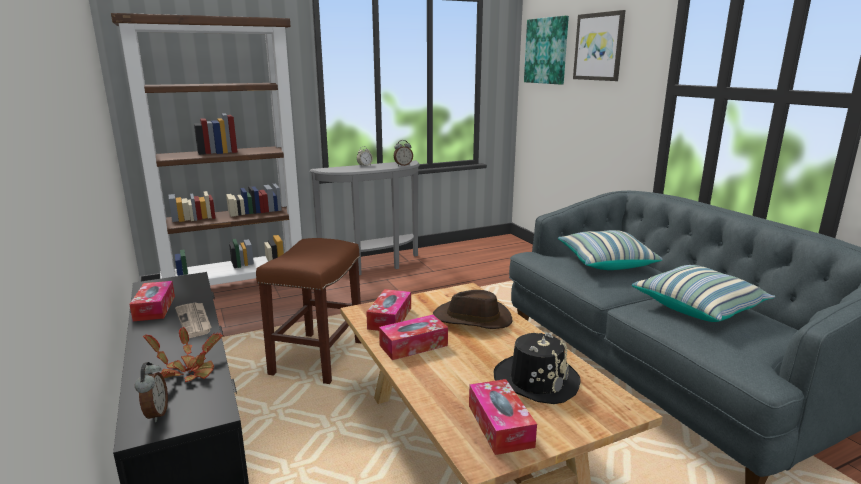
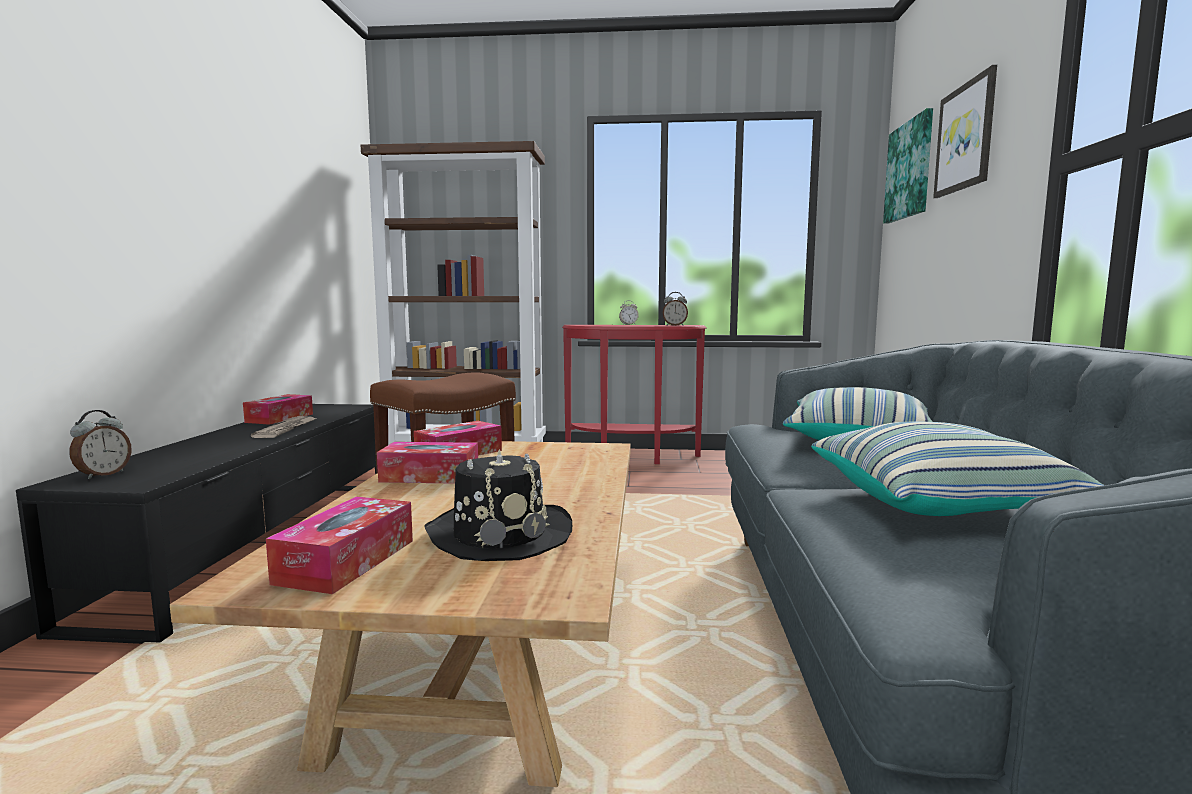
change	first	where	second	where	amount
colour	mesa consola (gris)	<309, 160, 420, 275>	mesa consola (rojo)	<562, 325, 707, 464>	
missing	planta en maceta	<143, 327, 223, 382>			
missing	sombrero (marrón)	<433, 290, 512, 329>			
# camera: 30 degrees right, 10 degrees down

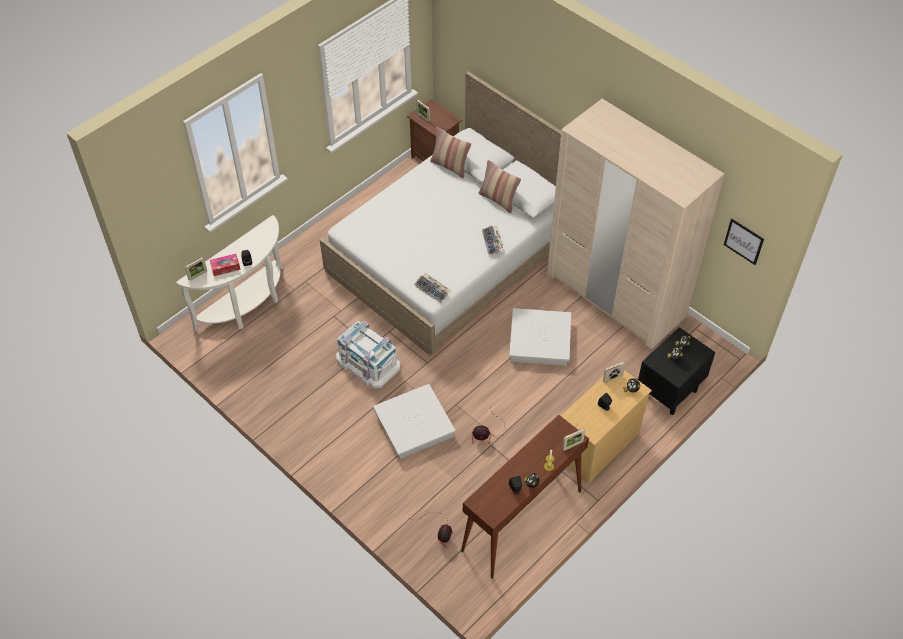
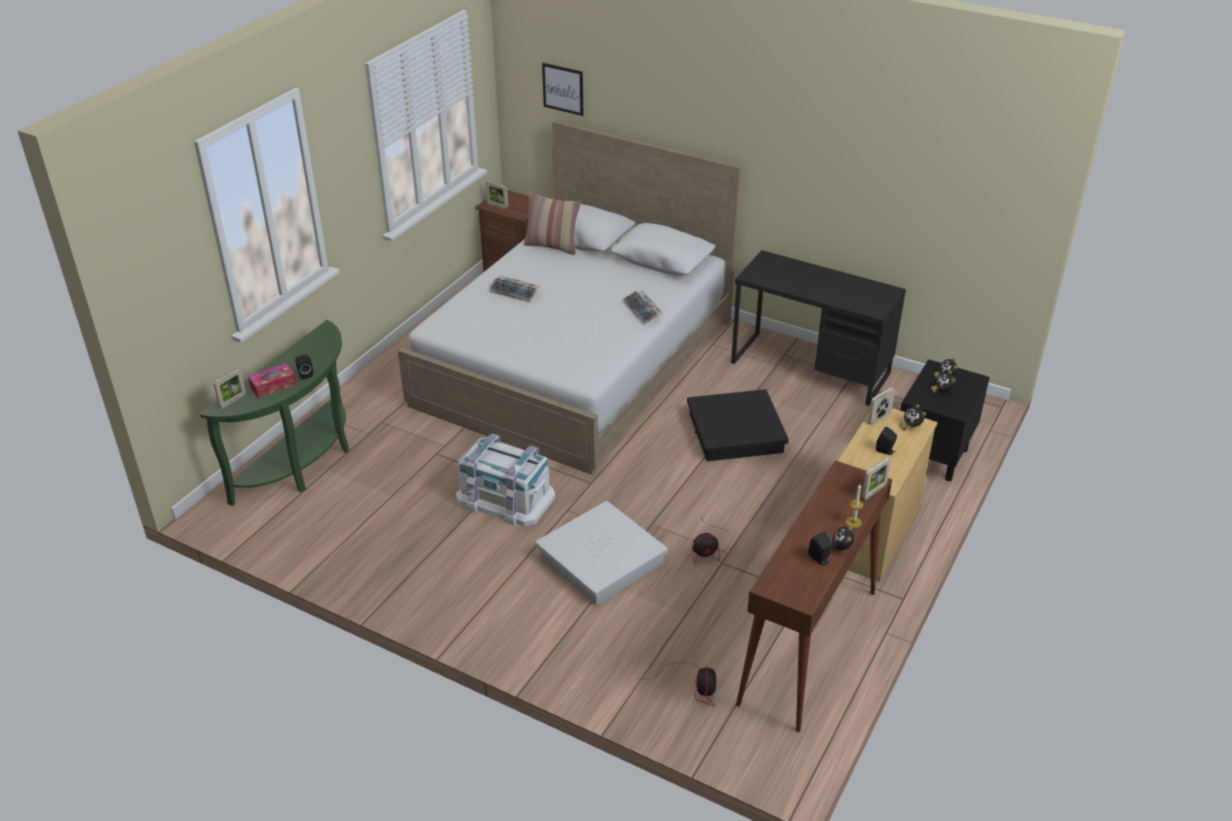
change	first	where	second	where	amount
colour	mesa consola (blanco)	<176, 215, 283, 331>	mesa consola (verde)	<200, 320, 349, 506>	
relocated	teclado	<415, 273, 451, 303>		<489, 275, 539, 303>	
relocated	cuadro	<724, 219, 764, 265>		<542, 63, 583, 116>	
colour	caja de almacenaje (blanco)	<509, 308, 571, 366>	caja de almacenaje (negro)	<687, 389, 789, 461>	
exchanged	armario ropero (beis)	<547, 99, 725, 349>	escritorio (negro)	<731, 250, 906, 406>	
missing	cojín	<479, 160, 521, 213>			
# camera: 15 degrees left, 15 degrees down

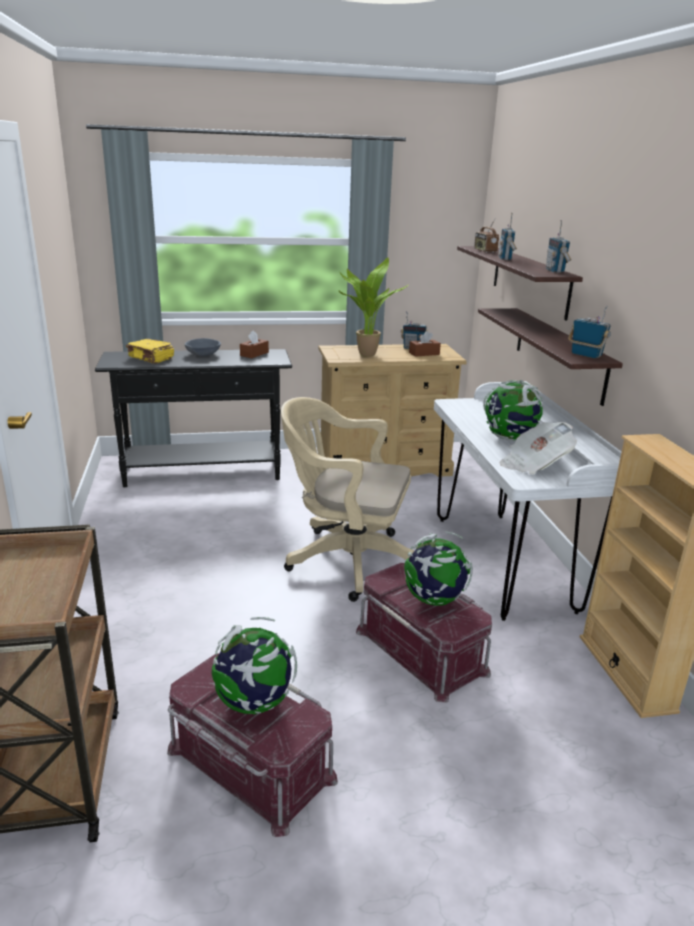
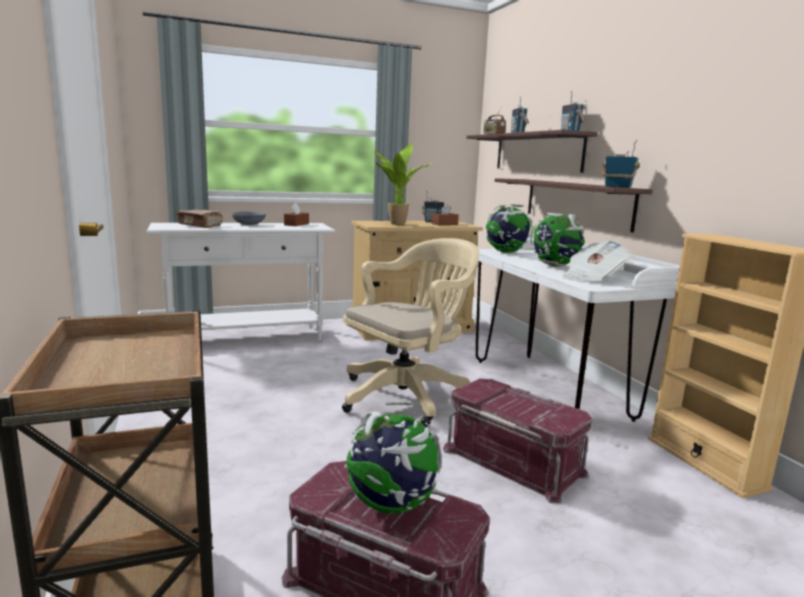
change	first	where	second	where	amount
colour	mesa consola (negro)	<95, 349, 292, 487>	mesa consola (blanco)	<147, 223, 335, 341>	
colour	libro (amarillo)	<126, 339, 174, 364>	libro (marrón)	<176, 210, 223, 228>	
spun	silla de oficina (beis)	<281, 397, 415, 602>		<342, 238, 479, 427>	135 degrees clockwise
relocated	globo terráqueo	<404, 531, 473, 606>		<486, 204, 533, 253>	
# camera: 10 degrees left, 10 degrees down

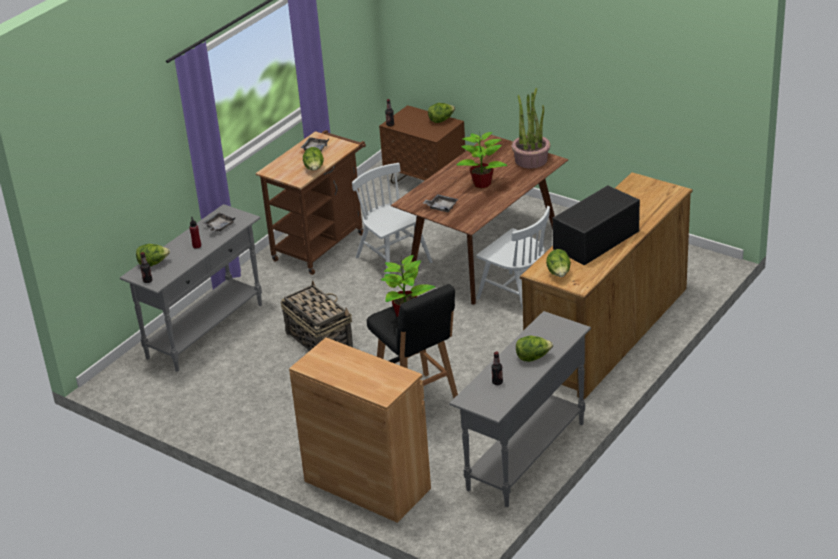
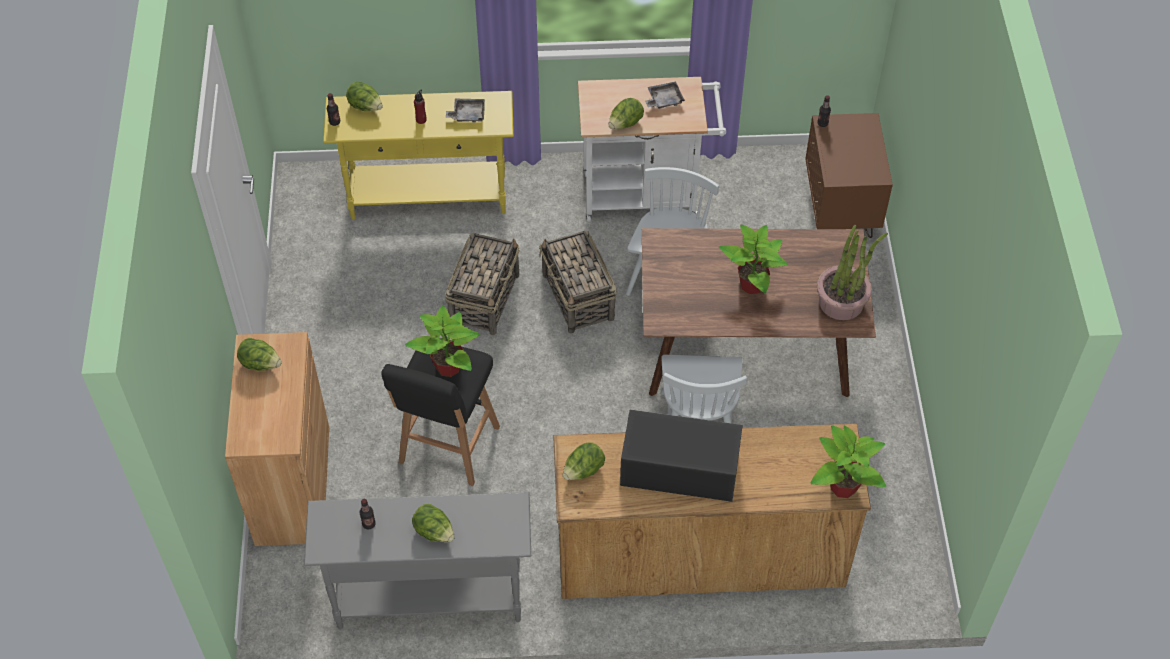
change	first	where	second	where	amount
relocated	lechuga	<428, 103, 455, 123>		<237, 338, 282, 371>	
colour	mesa consola (gris)	<120, 204, 262, 372>	mesa consola (amarillo)	<323, 91, 514, 220>	
appeared			cesta	<539, 231, 617, 334>	
colour	carrito (marrón)	<256, 130, 366, 275>	carrito (blanco)	<578, 77, 726, 222>	
appeared			planta en maceta	<811, 425, 886, 498>	
missing	bandeja (gris)	<423, 194, 458, 212>			
# camera: 50 degrees right, 20 degrees up

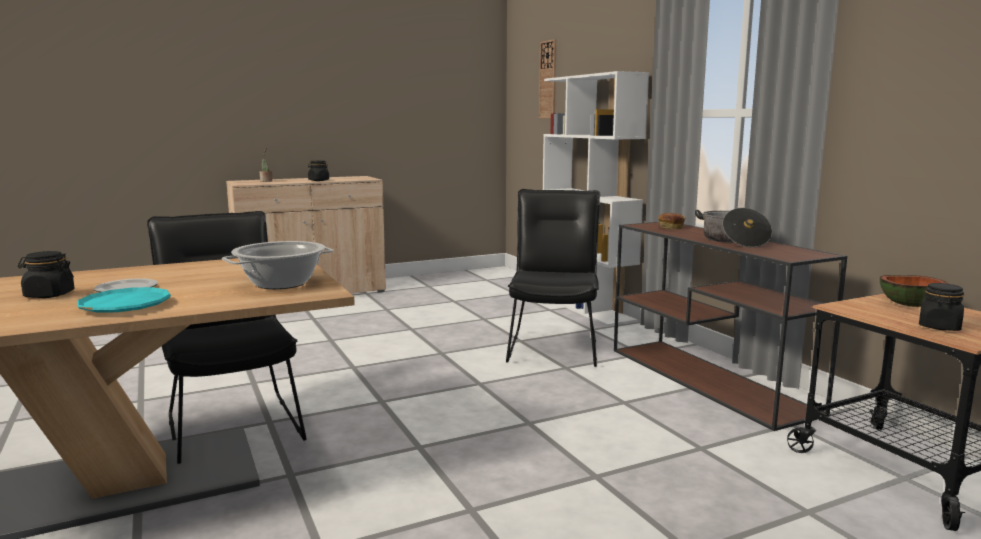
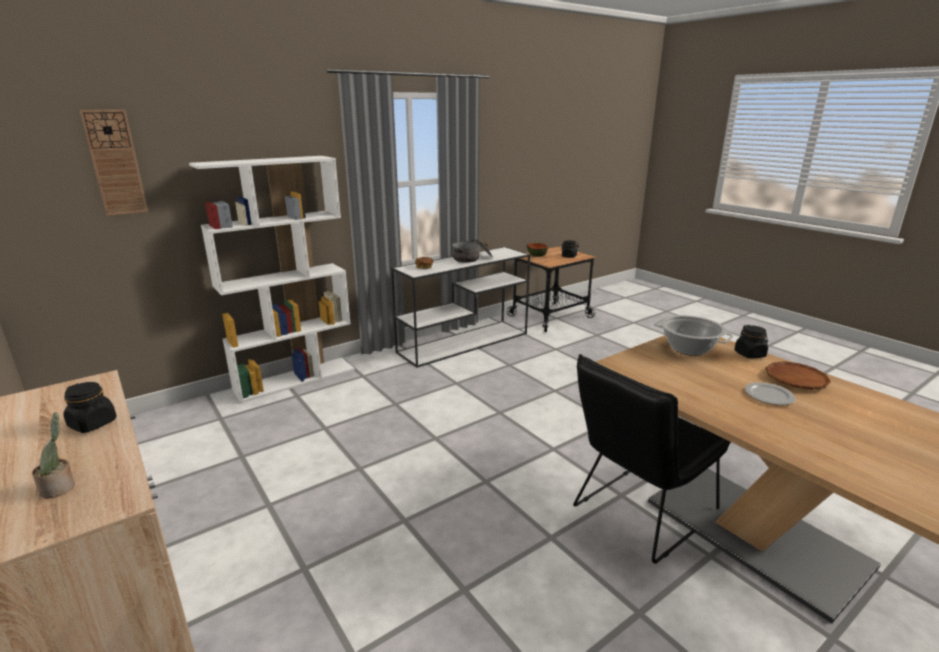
change	first	where	second	where	amount
colour	mesa consola (marrón)	<614, 222, 847, 431>	mesa consola (blanco)	<391, 247, 530, 368>	
relocated	tarro (negro)	<18, 251, 74, 298>		<734, 325, 768, 359>	
colour	plato (turquesa)	<77, 287, 171, 313>	plato (marrón)	<766, 361, 831, 390>	
missing	silla (negro)	<506, 189, 600, 367>			
# camera: 100 degrees left, 10 degrees up

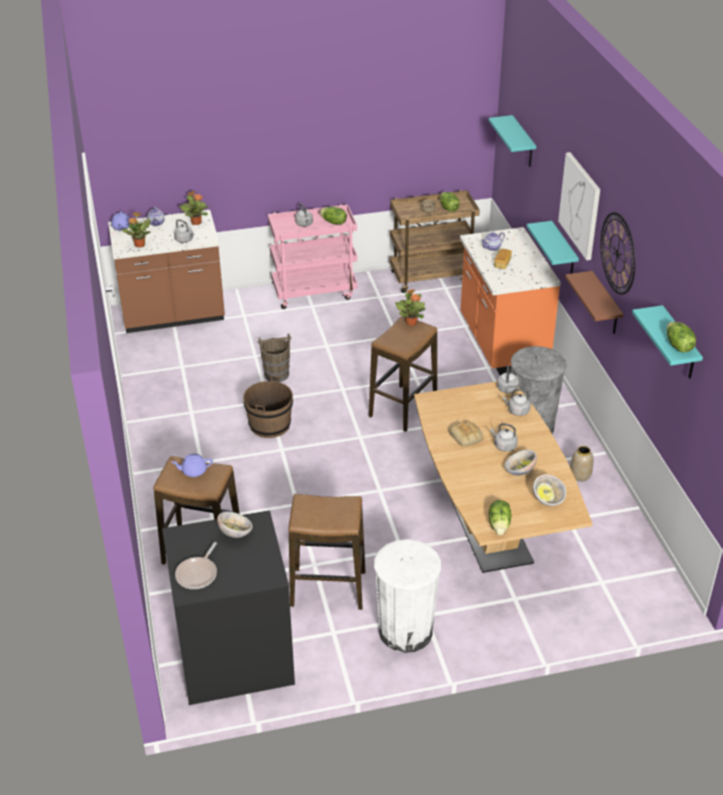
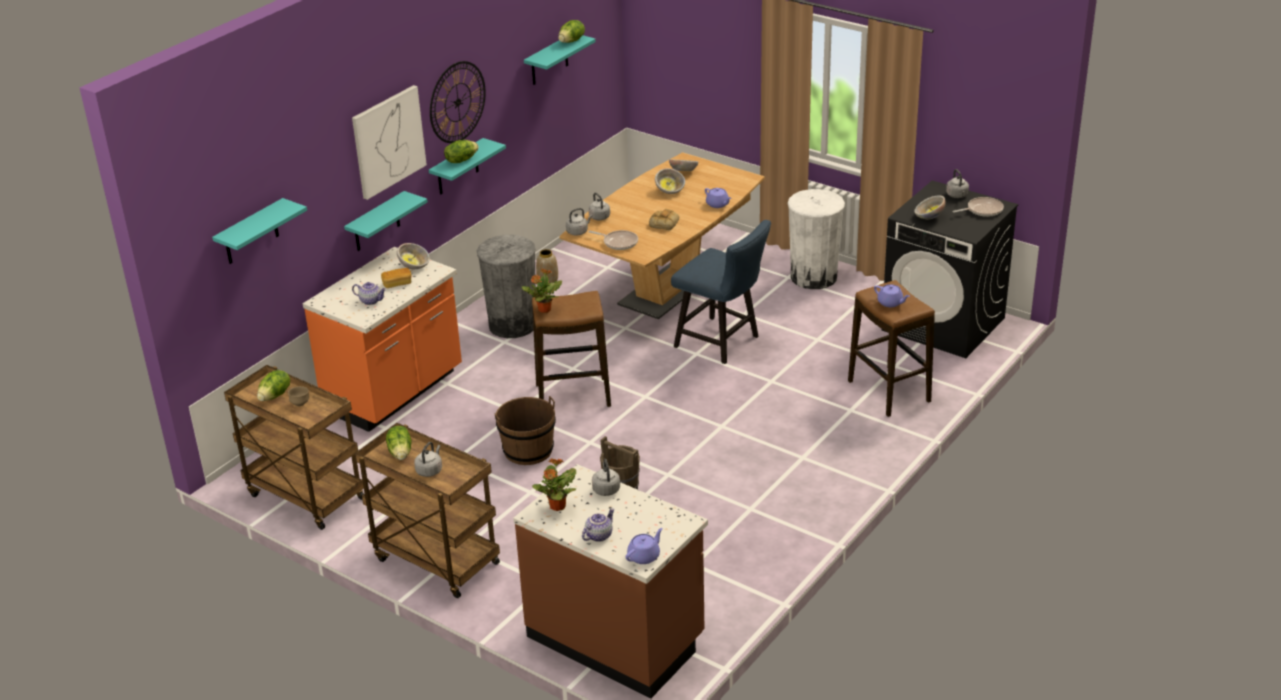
change	first	where	second	where	amount
colour	carrito (rosa)	<268, 204, 358, 309>	carrito (marrón)	<355, 423, 500, 598>	
appeared			cuenco	<397, 243, 430, 269>	
colour	estante (marrón)	<565, 271, 624, 334>	estante (turquesa)	<429, 138, 506, 194>	
relocated	lechuga	<489, 500, 512, 535>		<444, 140, 479, 163>	
relocated	cubo (marrón)	<243, 375, 293, 438>		<494, 396, 556, 465>	
appeared			sartén	<589, 230, 638, 250>	
appeared			silla (azul)	<671, 220, 771, 364>	
appeared			tetera (morado)	<705, 188, 732, 208>	
relocated	hervidor (gris)	<490, 423, 518, 451>		<946, 169, 969, 198>	
missing	planta en maceta	<122, 212, 151, 248>			
missing	taburete	<289, 494, 365, 610>			
# camera: 130 degrees left, 5 degrees down

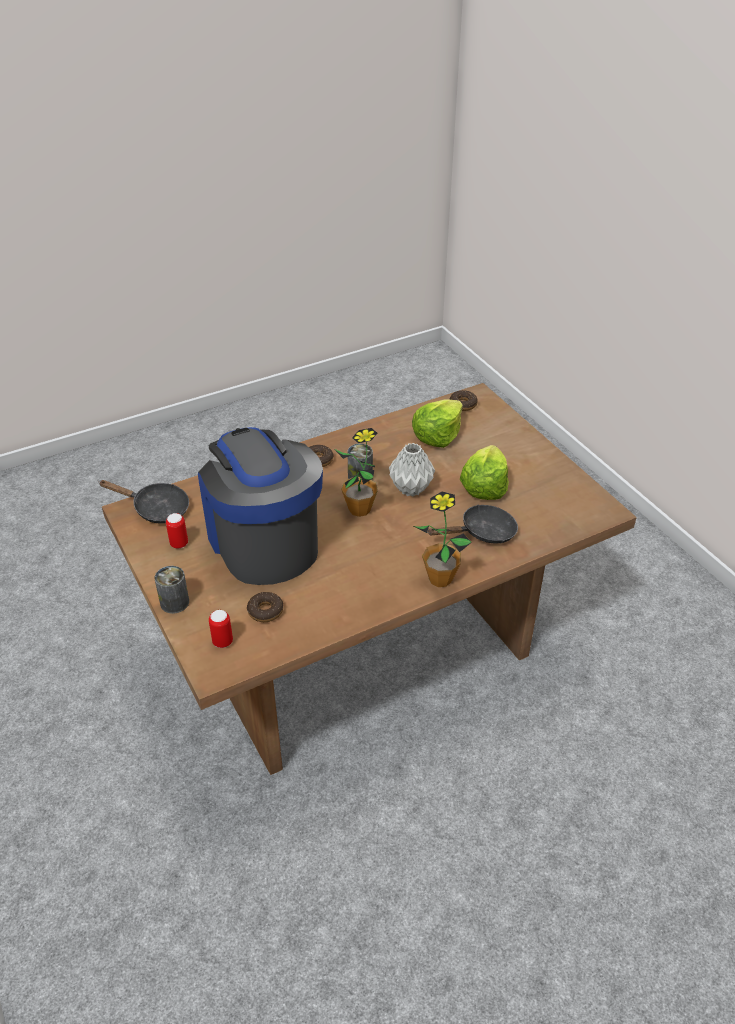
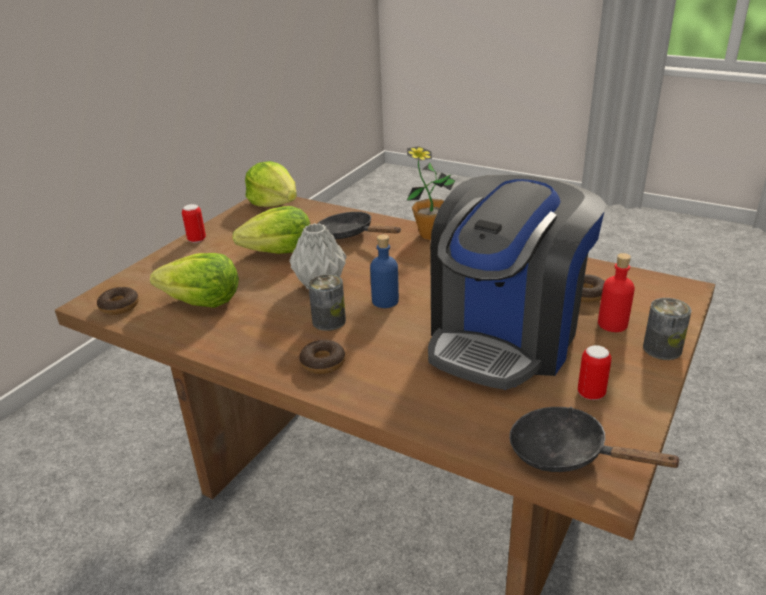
change	first	where	second	where	amount
relocated	lata	<209, 610, 233, 648>		<182, 204, 206, 243>	
appeared			lechuga	<245, 161, 297, 207>	
exchanged	planta en maceta	<333, 428, 378, 517>	botella (azul)	<370, 234, 399, 308>	
spun	sartén (negro)	<98, 480, 189, 524>		<509, 407, 683, 472>	45 degrees counterclockwise
appeared			botella (rojo)	<598, 253, 635, 332>	
# camera: 120 degrees left, 10 degrees down

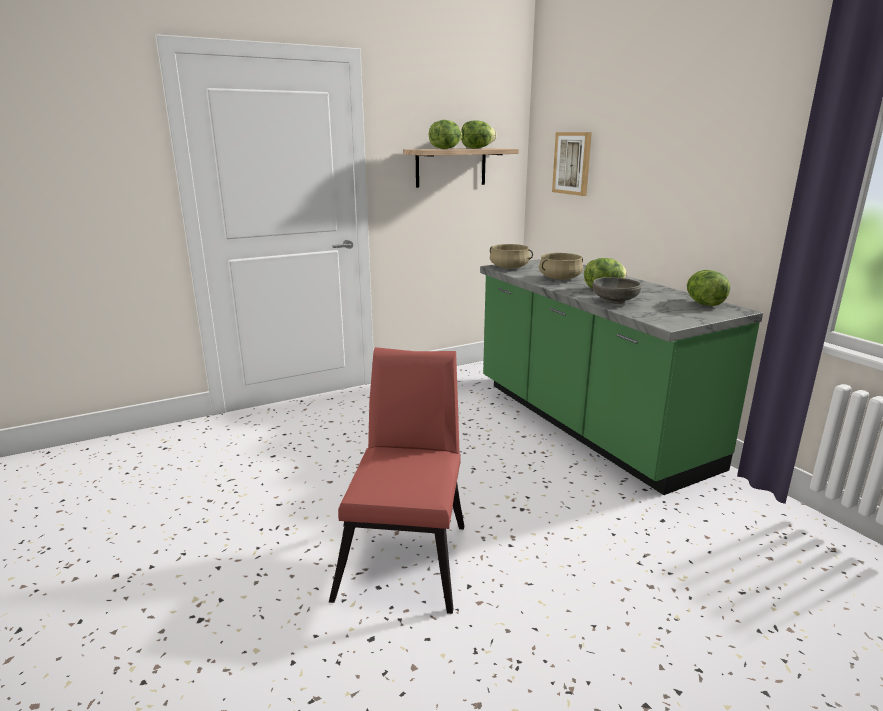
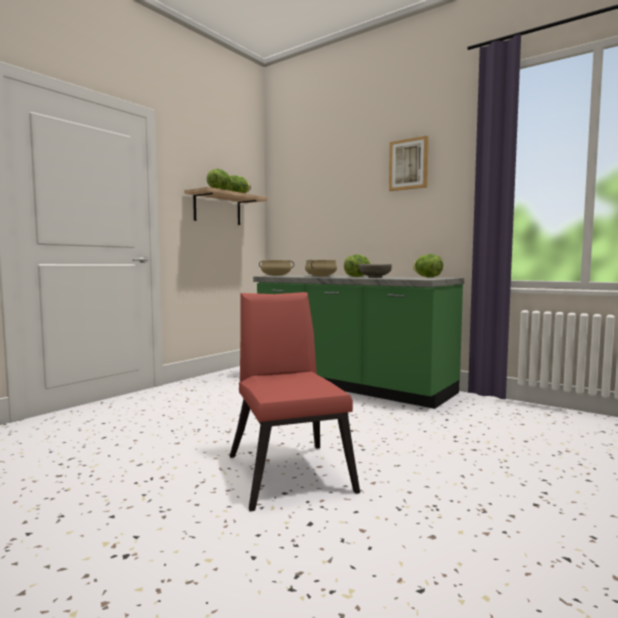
change	first	where	second	where	amount
relocated	cuadro	<552, 132, 592, 196>		<389, 136, 429, 191>	
# camera: 25 degrees left, 15 degrees down

